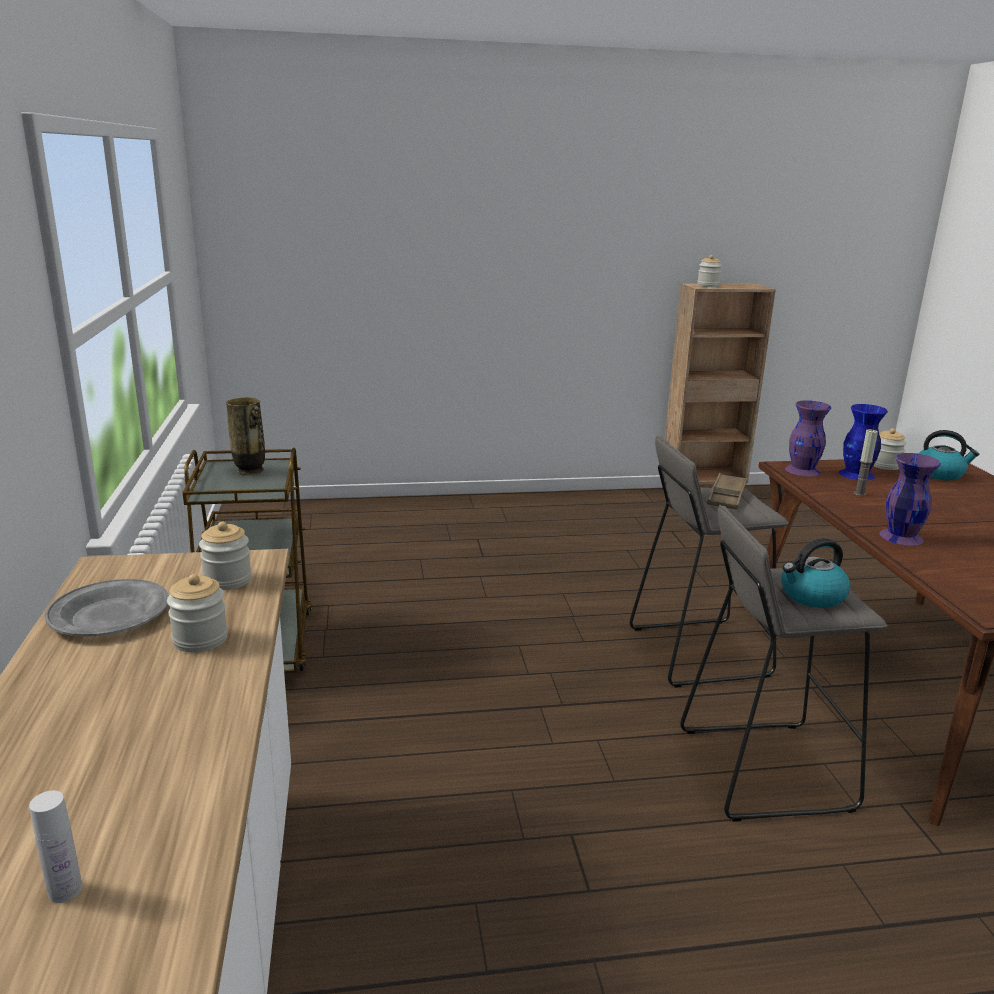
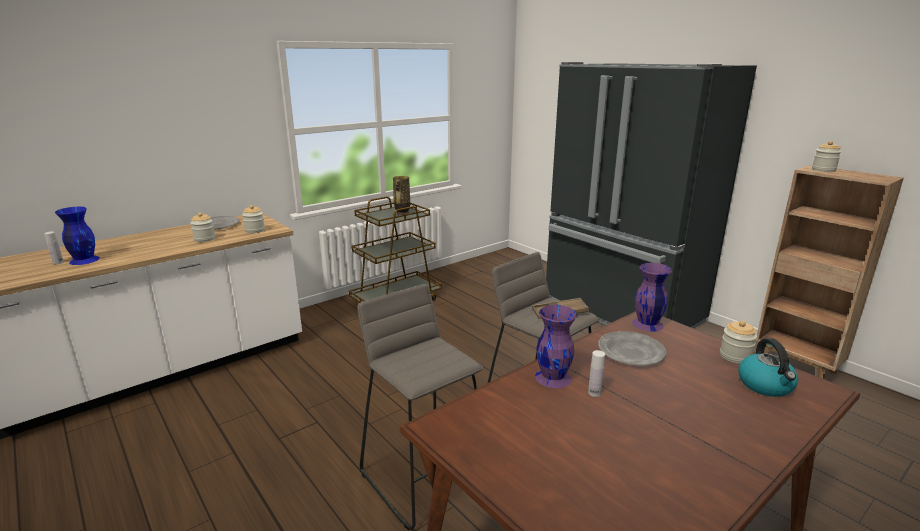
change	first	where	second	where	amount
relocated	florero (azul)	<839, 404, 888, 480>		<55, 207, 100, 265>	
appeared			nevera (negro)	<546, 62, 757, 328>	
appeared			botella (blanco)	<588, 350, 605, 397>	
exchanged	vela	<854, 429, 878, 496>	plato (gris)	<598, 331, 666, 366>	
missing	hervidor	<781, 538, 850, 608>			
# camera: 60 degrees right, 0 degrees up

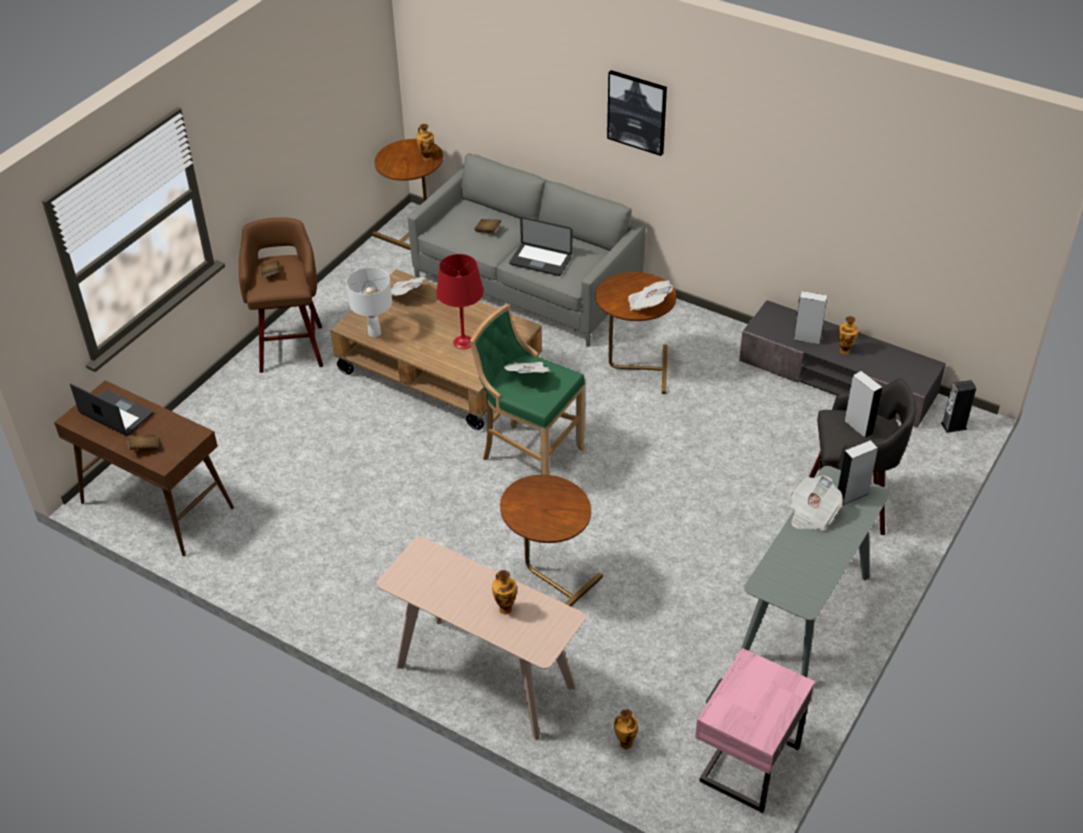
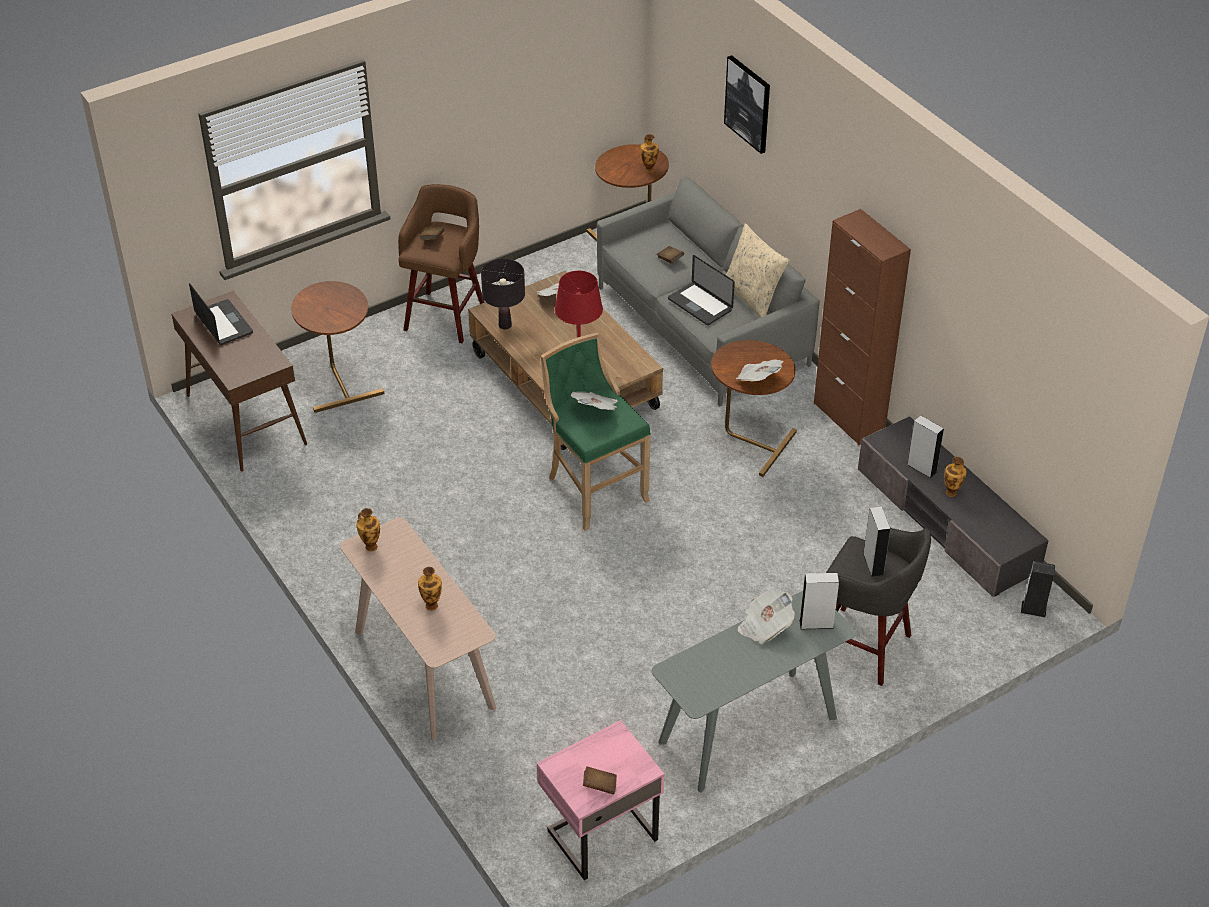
change	first	where	second	where	amount
relocated	mesa auxiliar (marrón)	<500, 475, 603, 606>		<291, 281, 384, 413>	
relocated	florero	<614, 709, 638, 749>		<357, 508, 380, 551>	
colour	lámpara de mesa (blanco)	<347, 267, 392, 338>	lámpara de mesa (negro)	<481, 259, 525, 329>	
relocated	libro (marrón)	<127, 435, 159, 450>		<583, 766, 617, 794>	
relocated	cuadro	<607, 70, 667, 156>		<724, 55, 770, 154>	
appeared			cojín (beis)	<726, 223, 789, 318>	
appeared			armario (marrón)	<814, 209, 911, 445>	
# camera: 25 degrees right, 0 degrees up

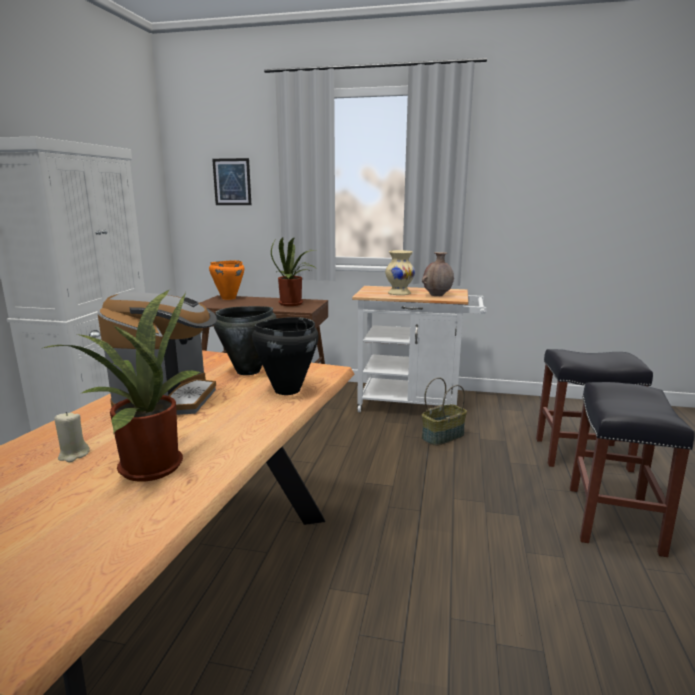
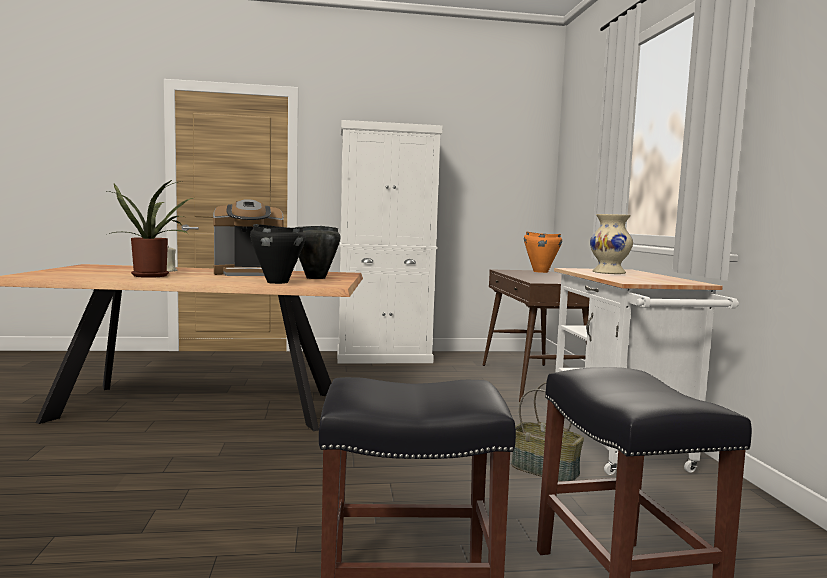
change	first	where	second	where	amount
missing	cuadro	<212, 158, 251, 205>			
missing	planta en maceta	<271, 237, 315, 306>			
missing	florero (marrón)	<422, 252, 454, 296>			
# camera: 70 degrees right, 10 degrees down

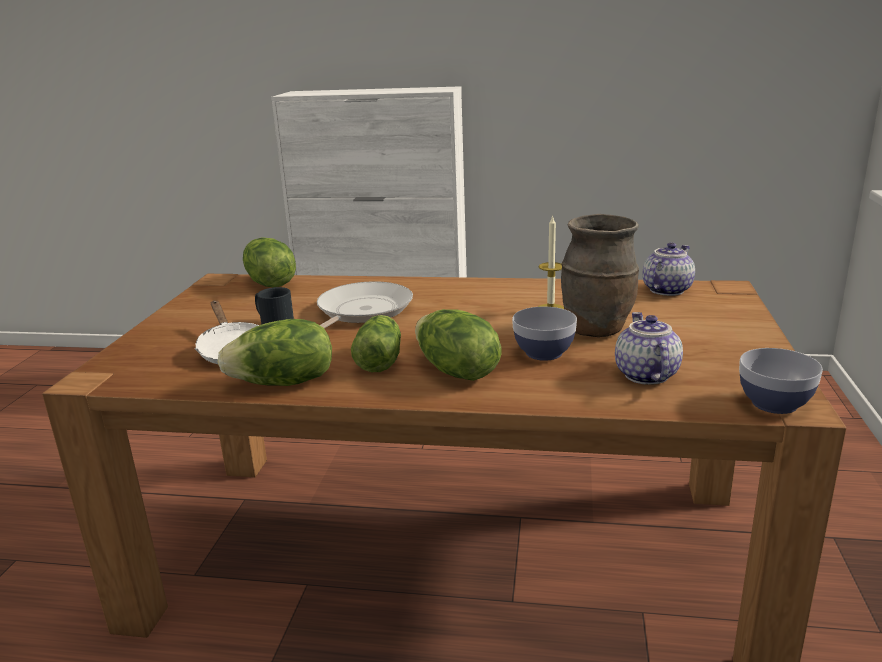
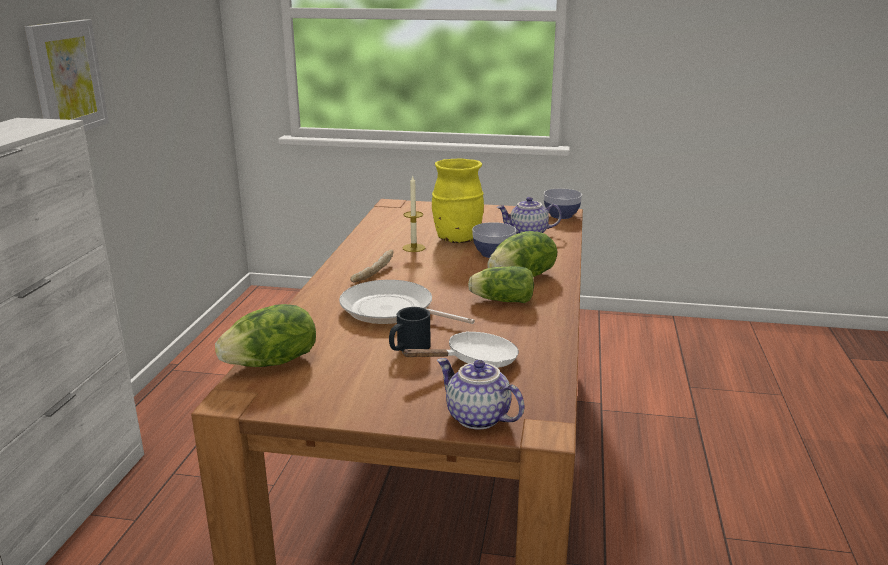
change	first	where	second	where	amount
appeared			cuadro	<25, 19, 109, 131>	
appeared			pan	<350, 250, 394, 283>	
colour	florero (marrón)	<561, 214, 639, 337>	florero (amarillo)	<432, 159, 484, 243>	
relocated	tetera	<643, 242, 695, 296>		<437, 358, 524, 429>	
missing	lechuga	<218, 319, 332, 386>			
# camera: 90 degrees left, 0 degrees up

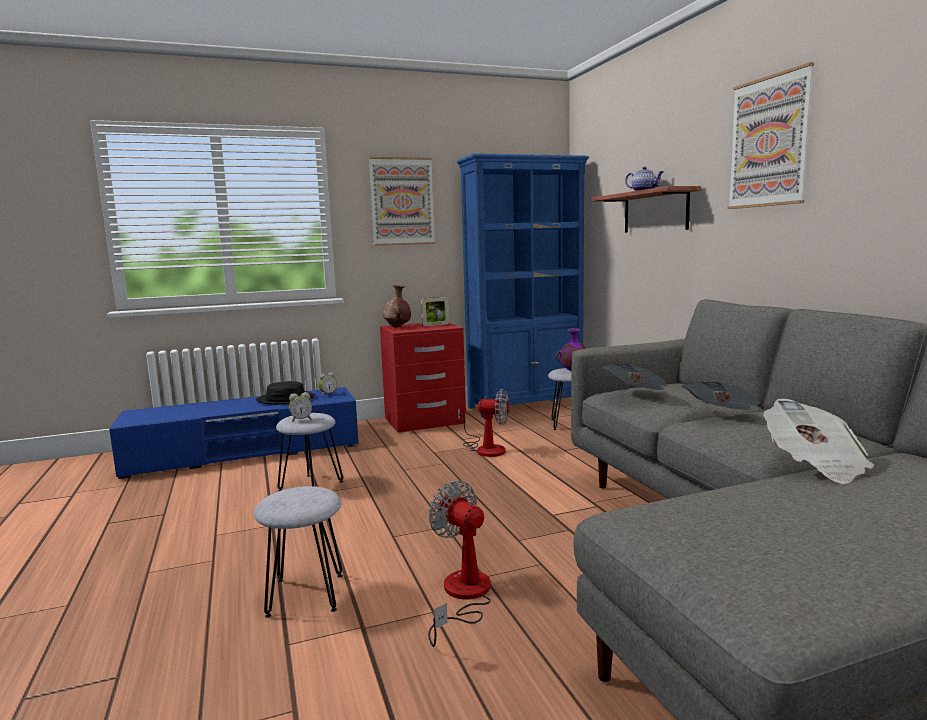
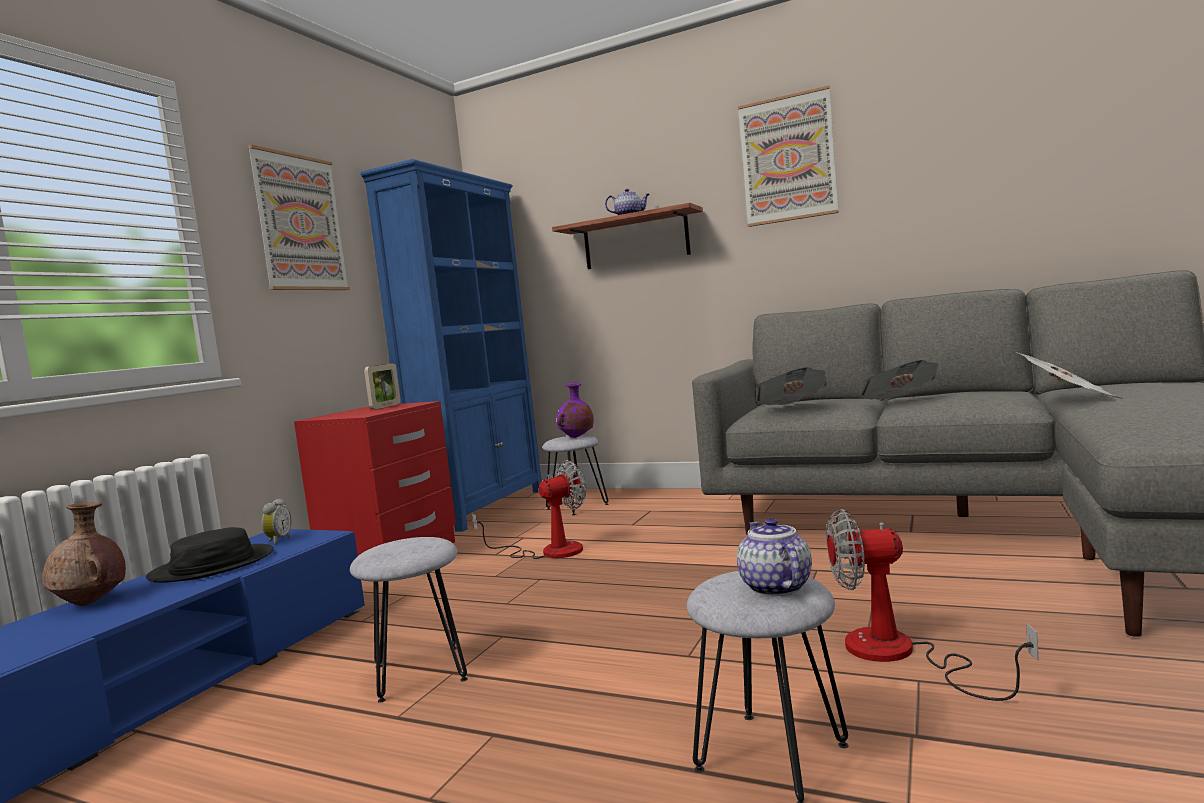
change	first	where	second	where	amount
relocated	florero (marrón)	<383, 285, 411, 327>		<42, 503, 126, 606>	
appeared			tetera	<737, 518, 812, 596>	
missing	despertador	<289, 392, 312, 422>			
# camera: 45 degrees left, 5 degrees down

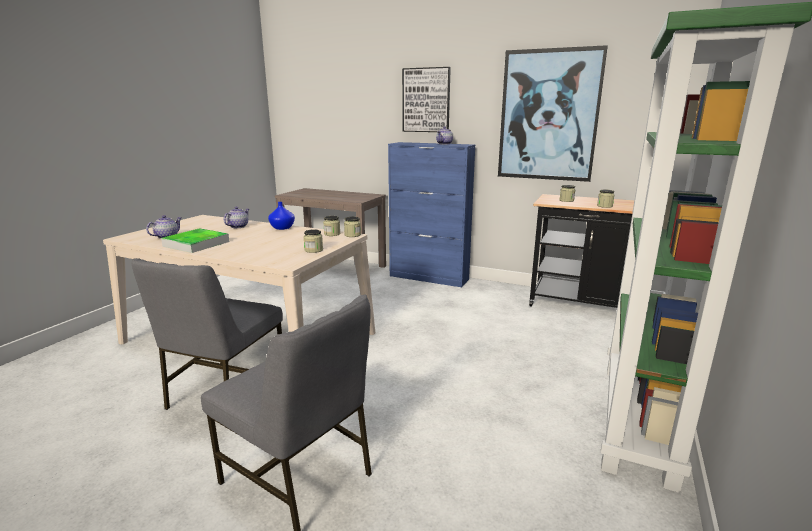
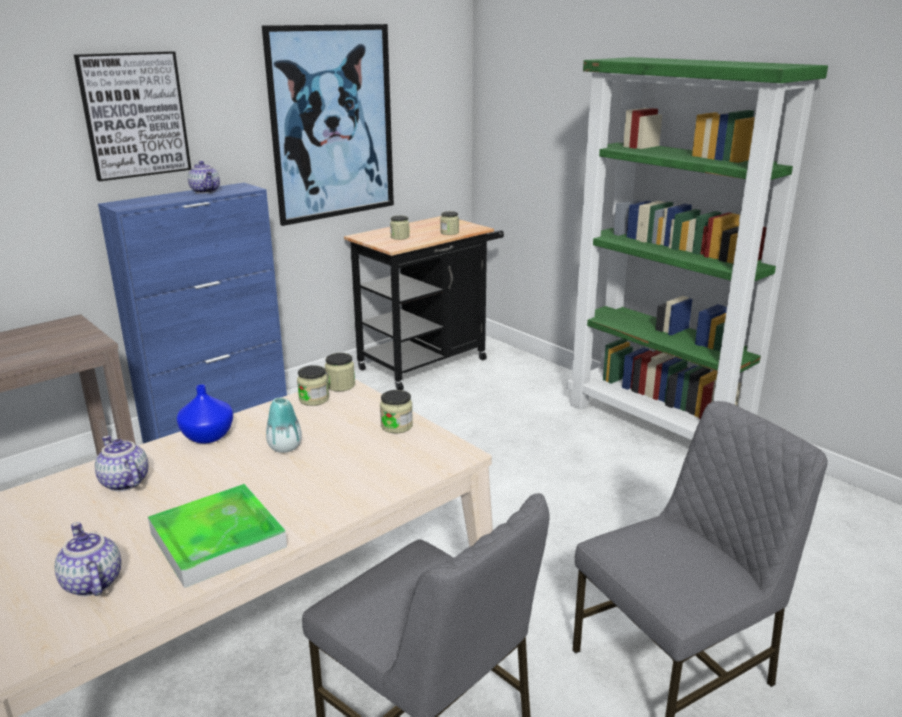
change	first	where	second	where	amount
appeared			florero	<266, 397, 302, 453>	
# camera: 65 degrees left, 5 degrees up

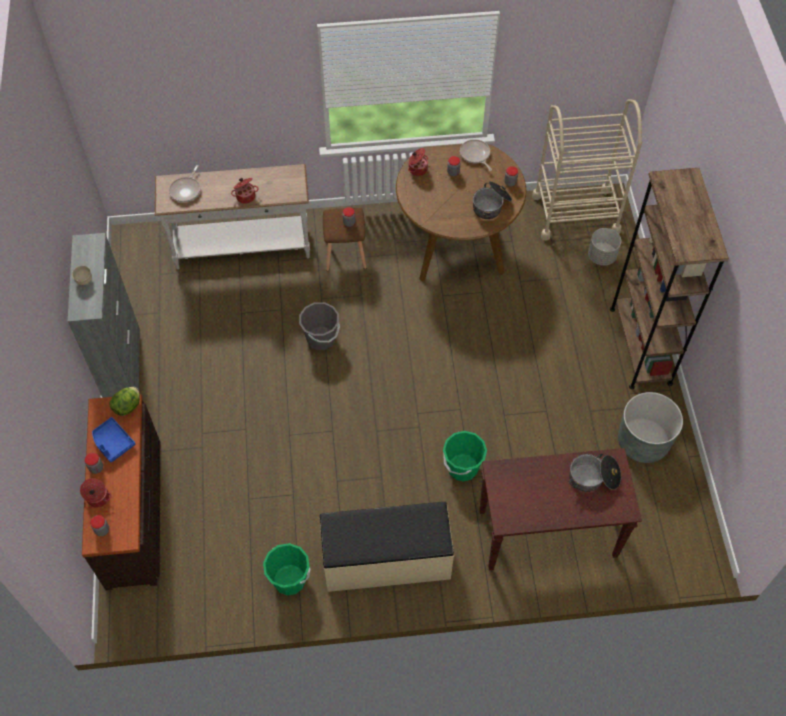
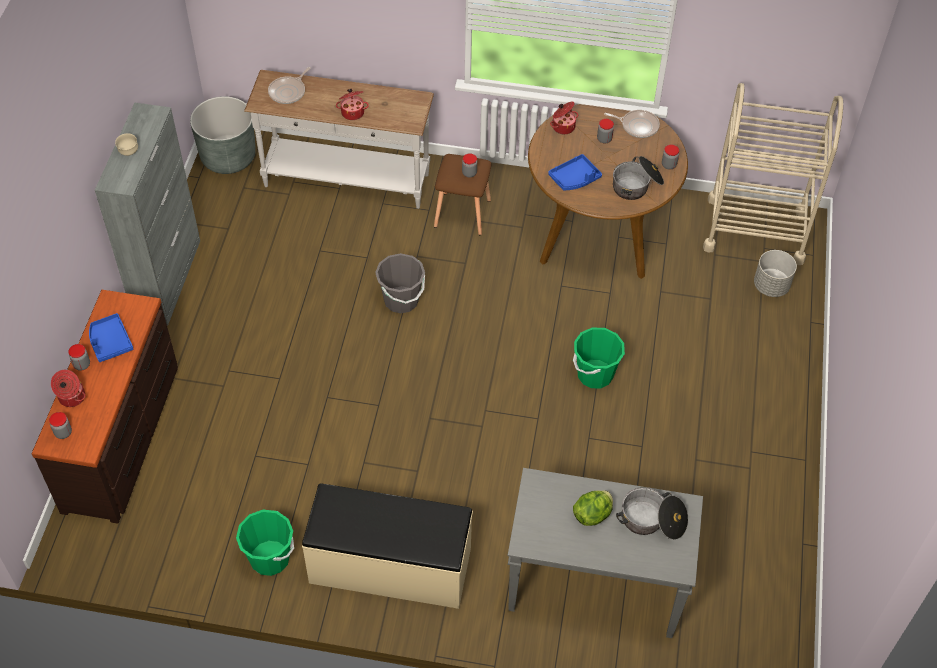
change	first	where	second	where	amount
relocated	maceta (gris)	<618, 392, 683, 463>		<190, 96, 256, 174>	
colour	mesa consola (marrón)	<479, 448, 642, 570>	mesa consola (gris)	<508, 468, 703, 638>	
appeared			bandeja (azul)	<548, 154, 602, 190>	
relocated	cubo (verde)	<443, 431, 487, 481>		<573, 327, 625, 389>	
relocated	lechuga	<109, 387, 140, 416>		<573, 490, 613, 526>	
spun	sartén	<460, 139, 492, 171>		<604, 110, 660, 138>	120 degrees clockwise
missing	estantería (marrón)	<610, 168, 729, 389>			
# camera: 15 degrees right, 5 degrees down

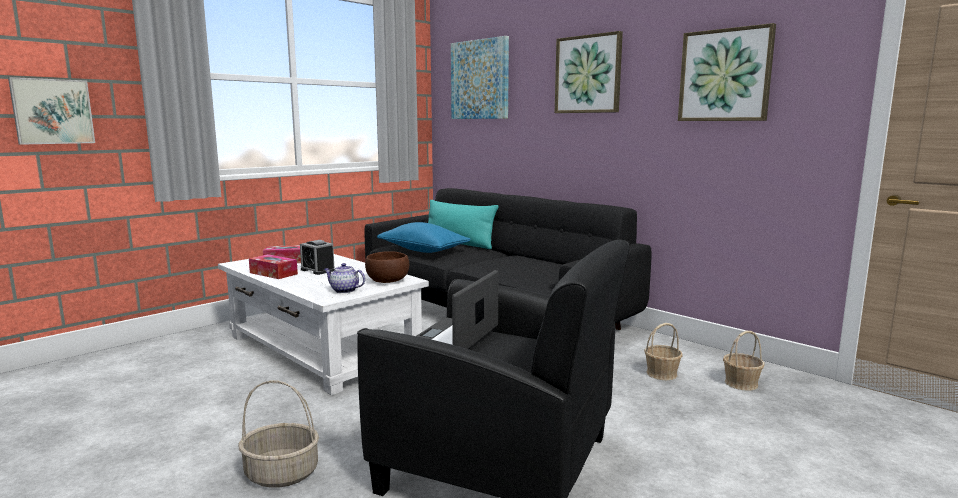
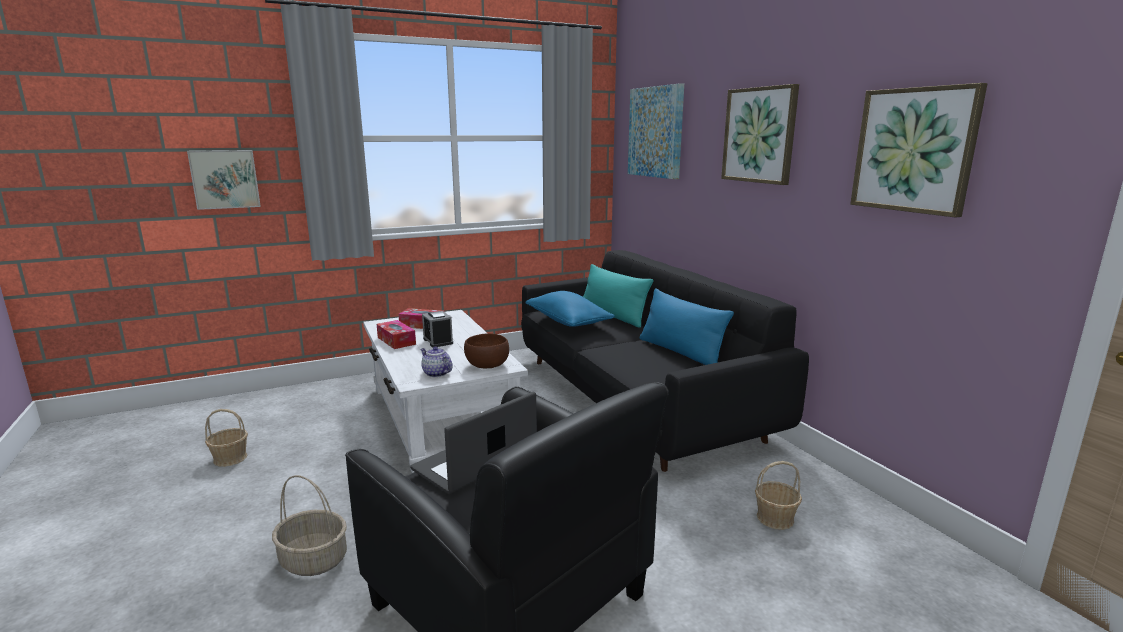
change	first	where	second	where	amount
relocated	cesta	<723, 331, 765, 391>		<205, 409, 248, 467>	
appeared			cojín (azul)	<640, 288, 734, 365>	
# camera: 20 degrees right, 5 degrees up

